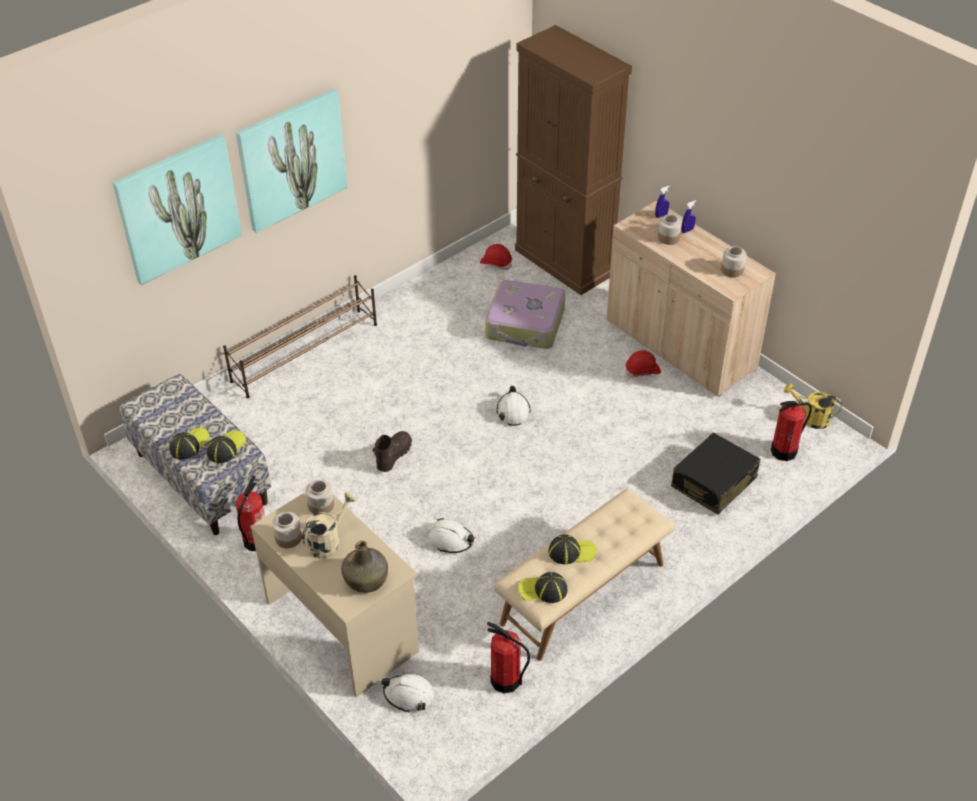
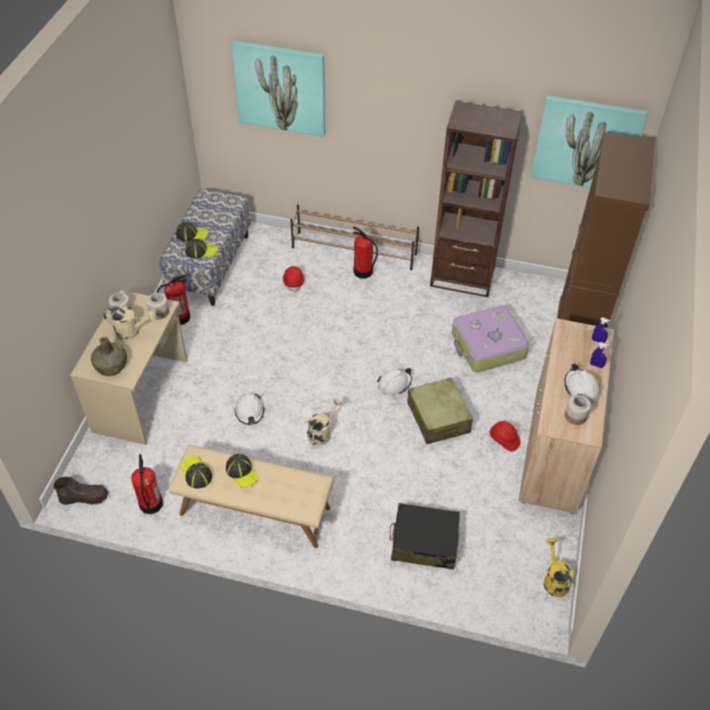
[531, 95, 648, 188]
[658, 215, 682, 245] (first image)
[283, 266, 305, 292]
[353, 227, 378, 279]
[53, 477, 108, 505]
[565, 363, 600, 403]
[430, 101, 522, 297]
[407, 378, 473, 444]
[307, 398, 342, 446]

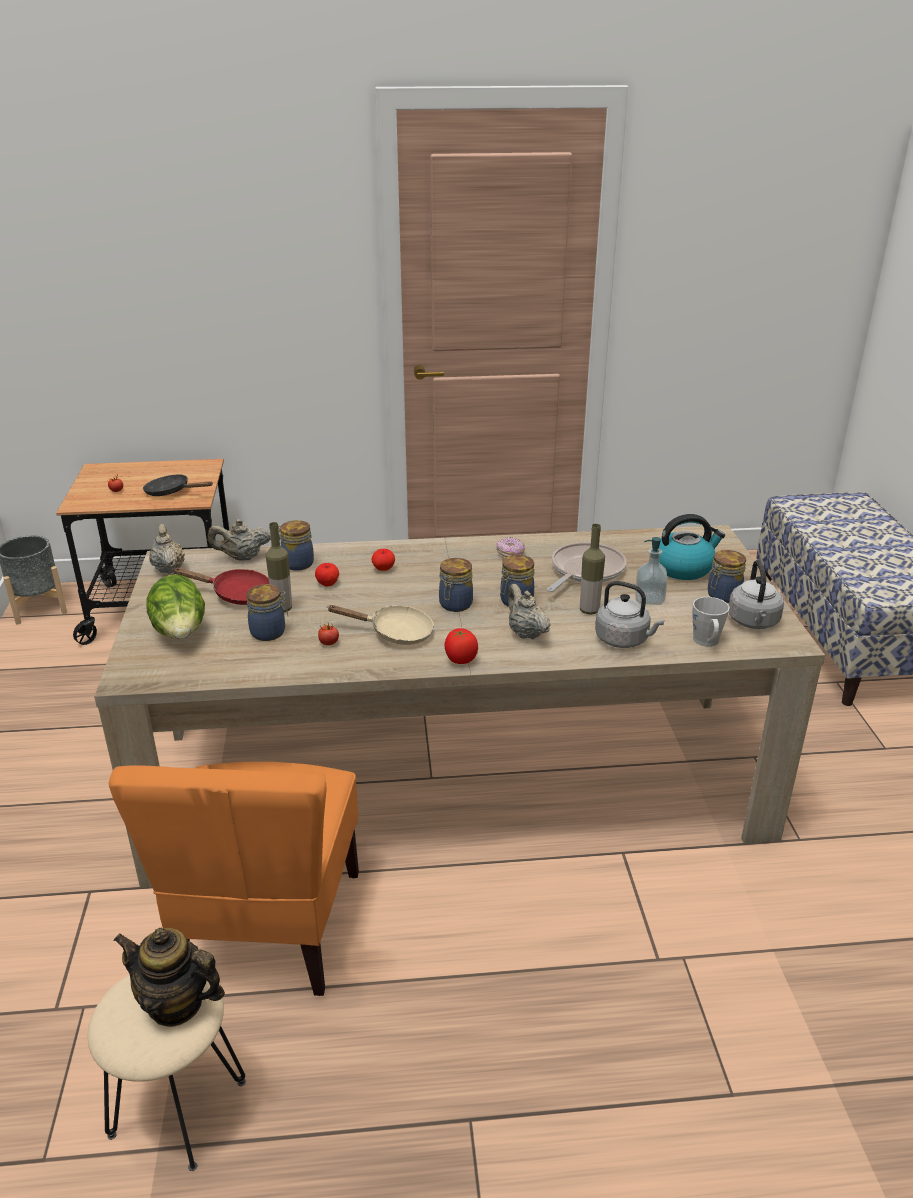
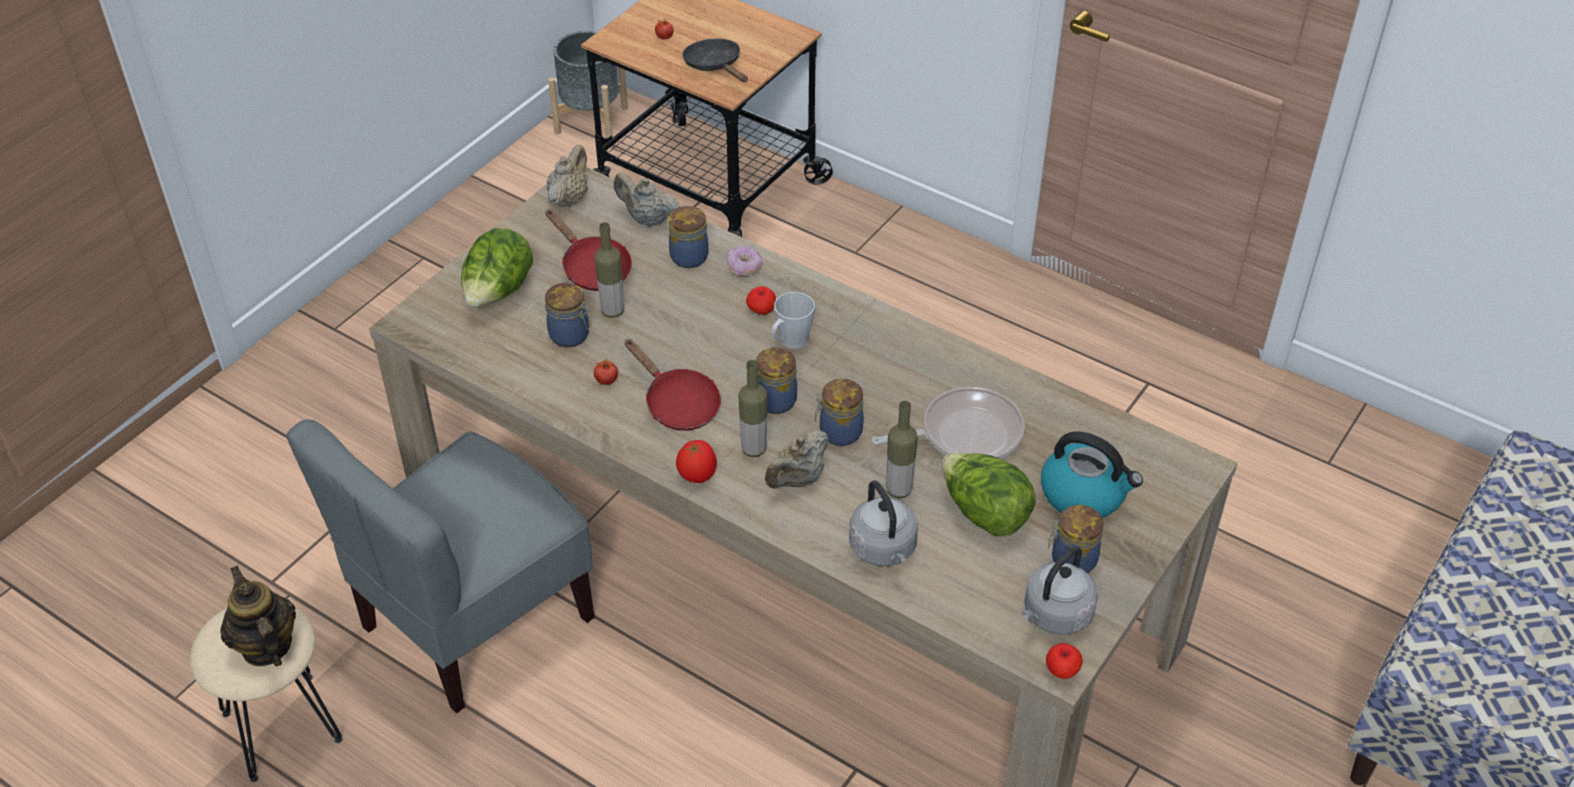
[727, 246, 762, 276]
[941, 453, 1036, 536]
[1046, 643, 1083, 679]
[765, 430, 829, 489]
[772, 292, 815, 349]
[624, 339, 721, 431]
[286, 420, 594, 713]
[738, 360, 767, 457]

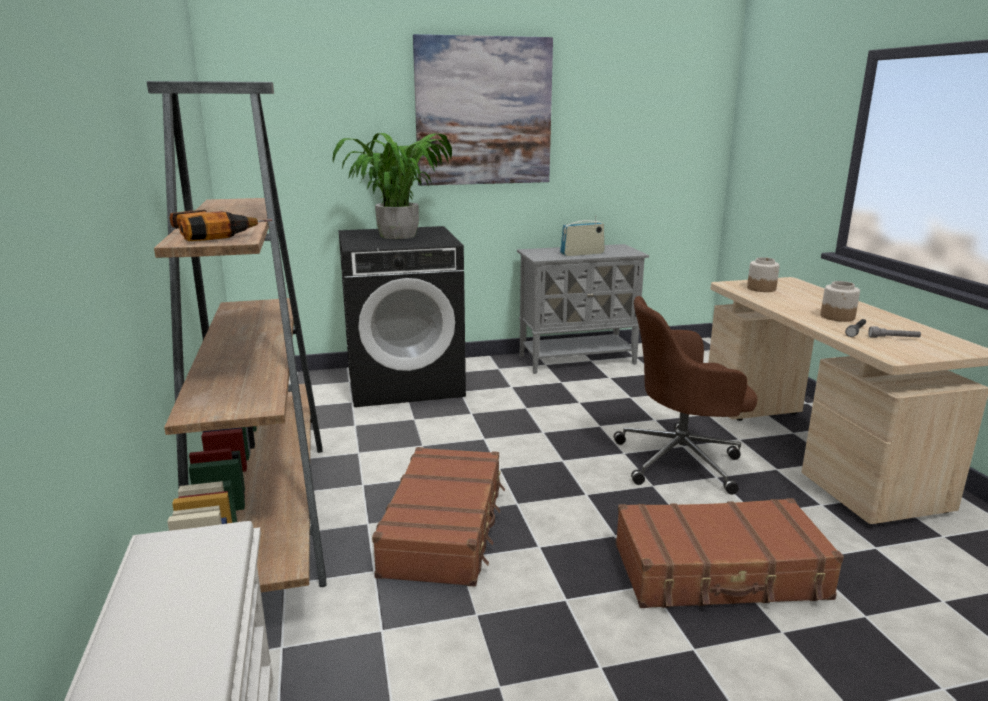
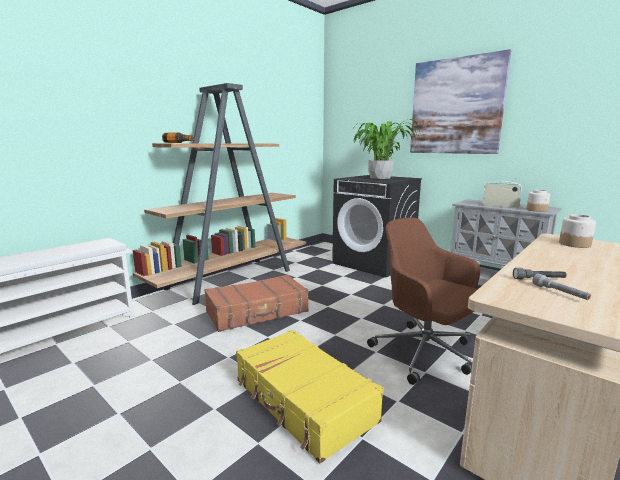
[527, 190, 550, 212]
[236, 330, 384, 463]

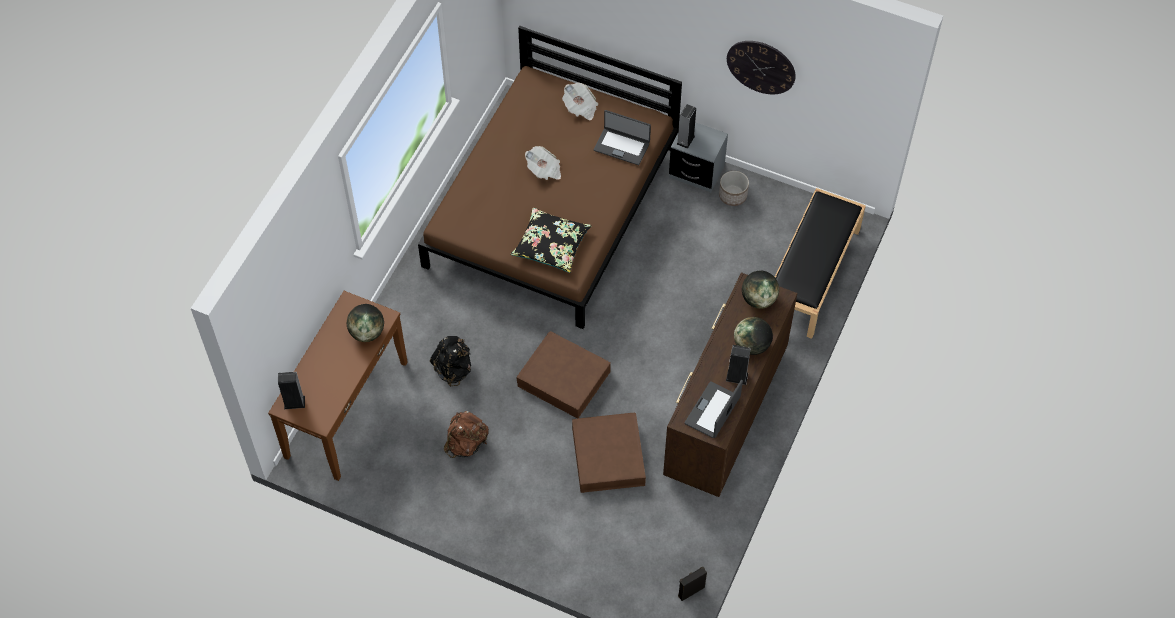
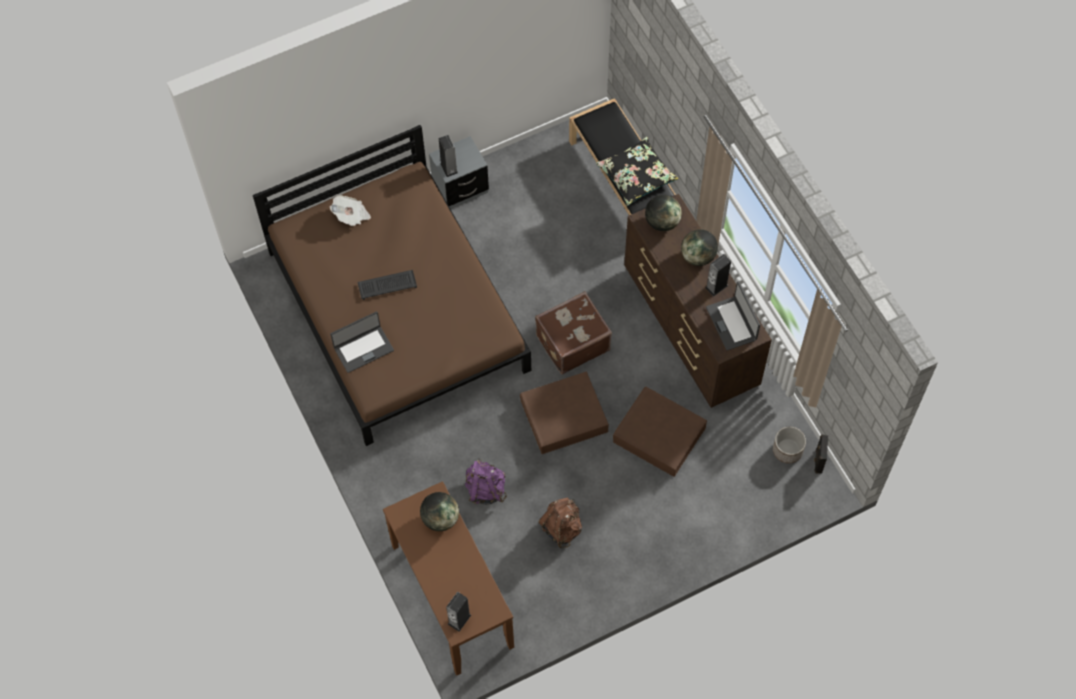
[727, 41, 796, 94] (first image)
[330, 311, 394, 373]
[357, 270, 417, 300]
[773, 427, 806, 464]
[596, 137, 679, 206]
[465, 458, 507, 505]
[535, 291, 612, 375]

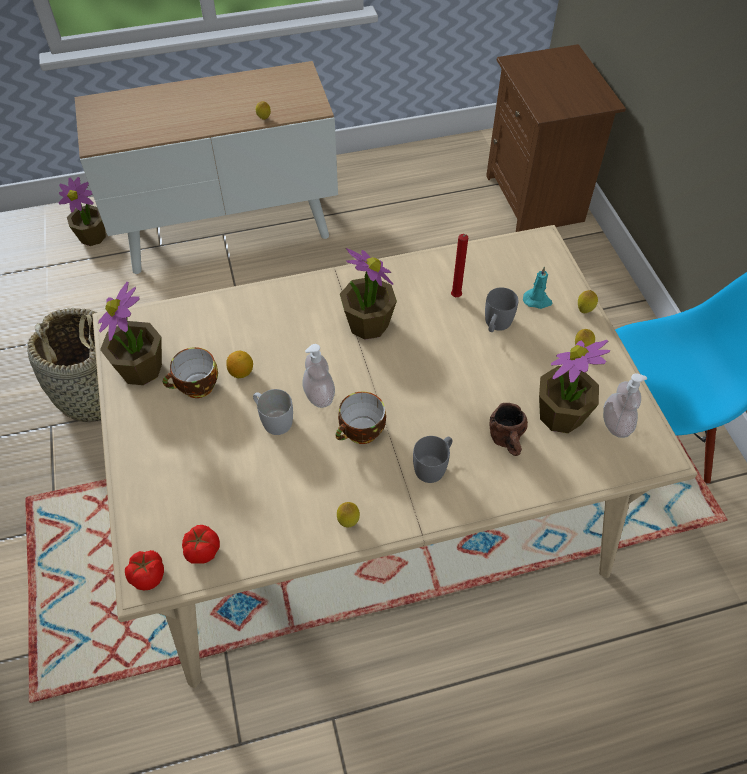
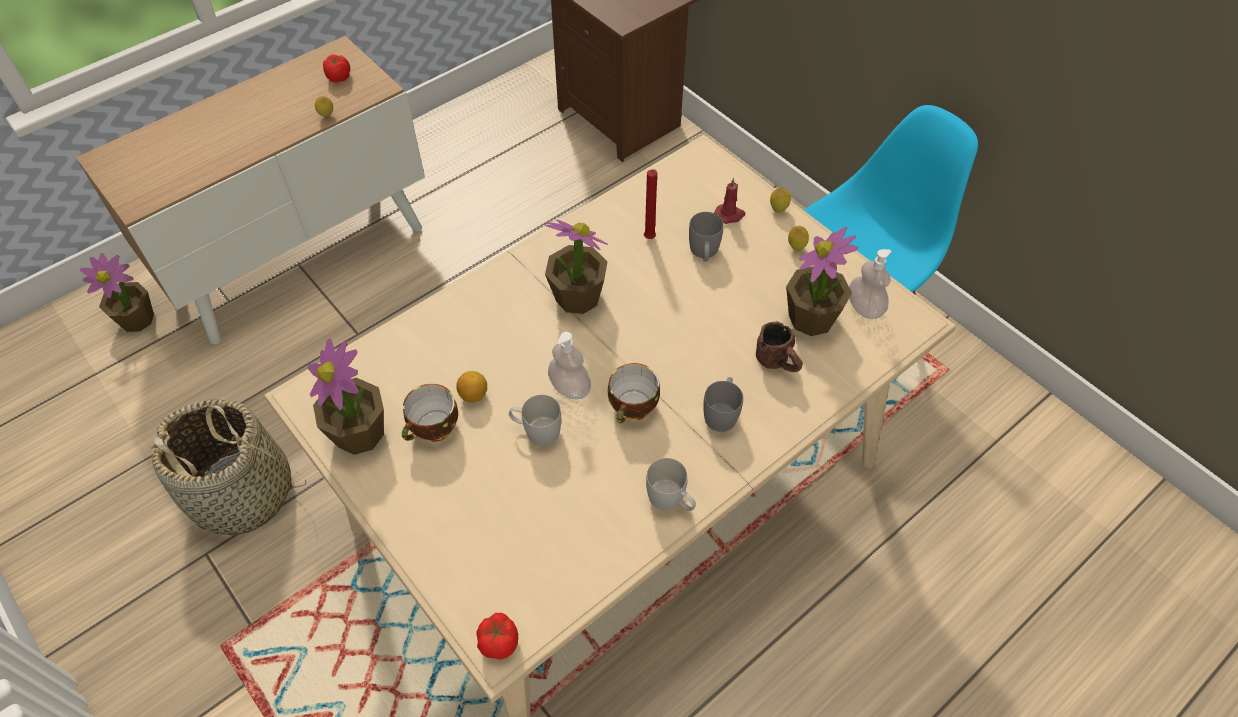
[714, 178, 745, 224]
[646, 458, 696, 511]
[323, 54, 350, 83]

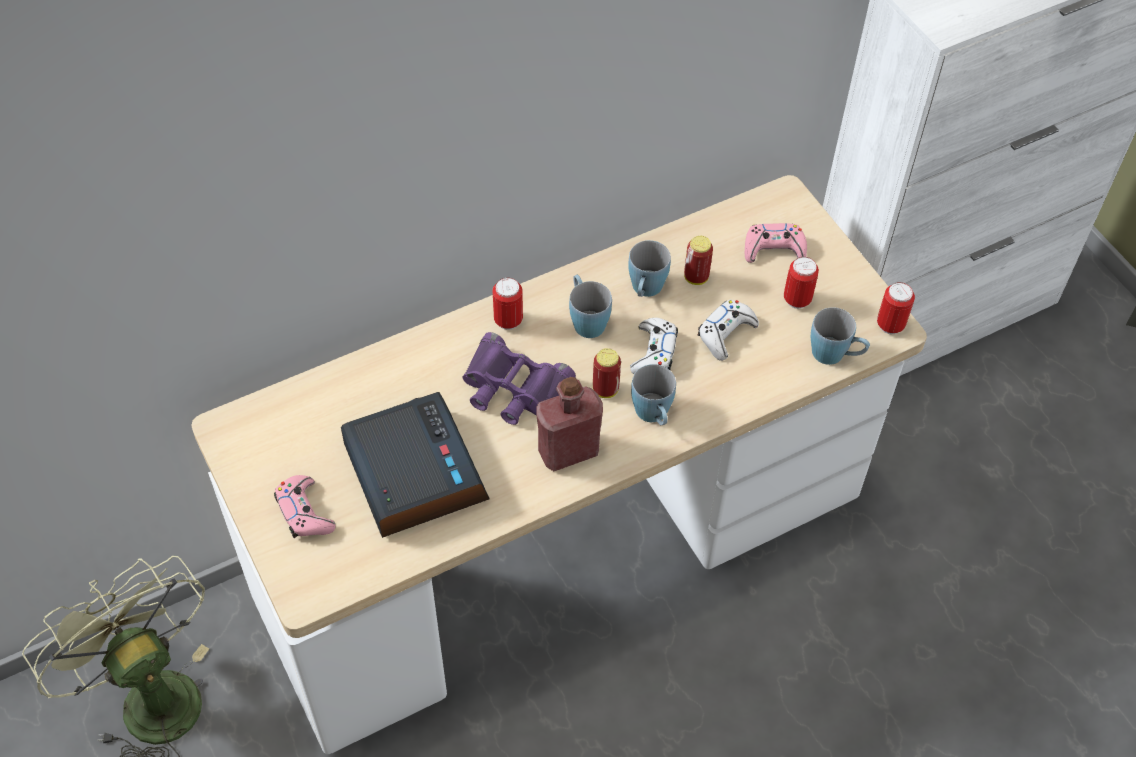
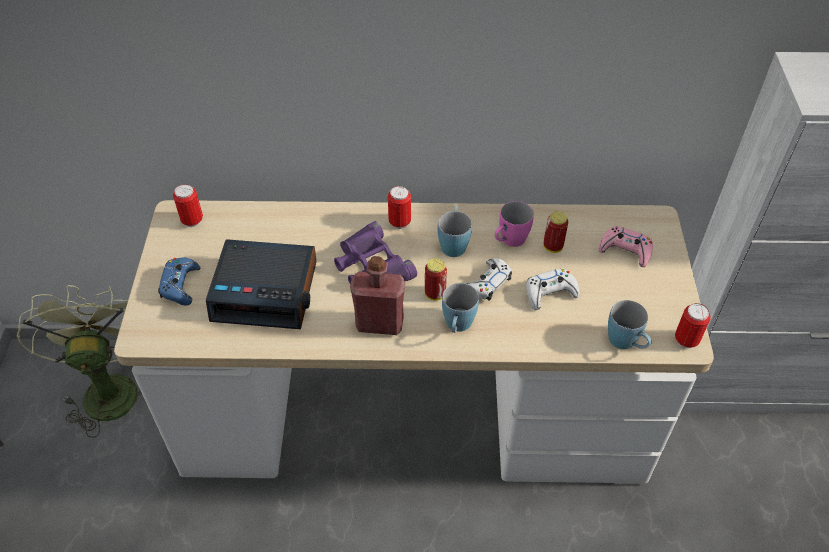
[495, 201, 534, 247]
[173, 184, 203, 227]
[206, 239, 317, 329]
[158, 257, 200, 306]

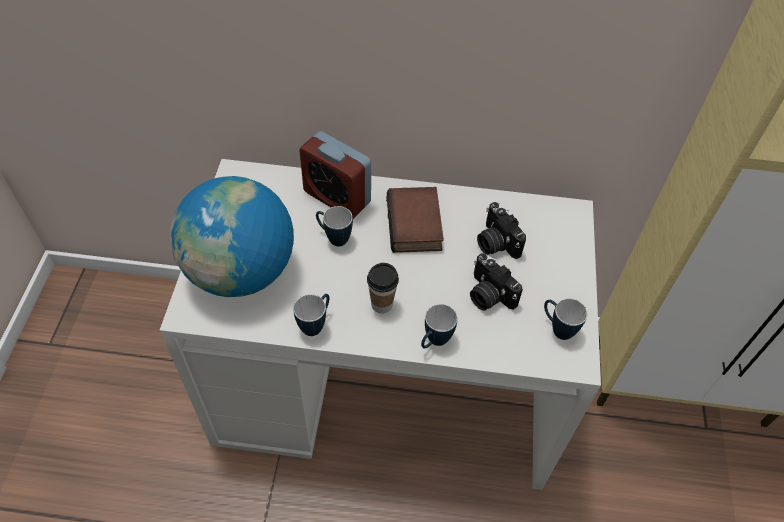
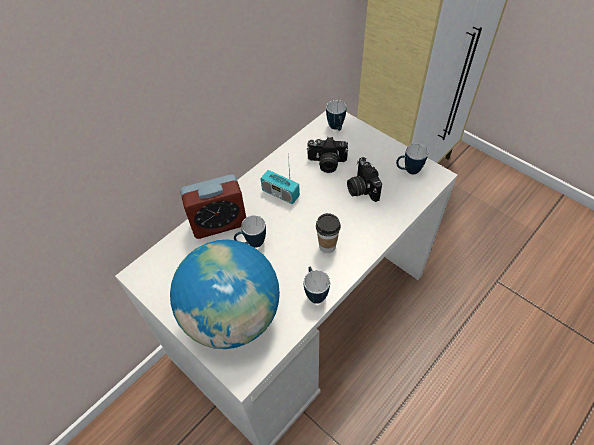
[260, 156, 300, 204]
[347, 157, 382, 202]
[326, 100, 346, 131]

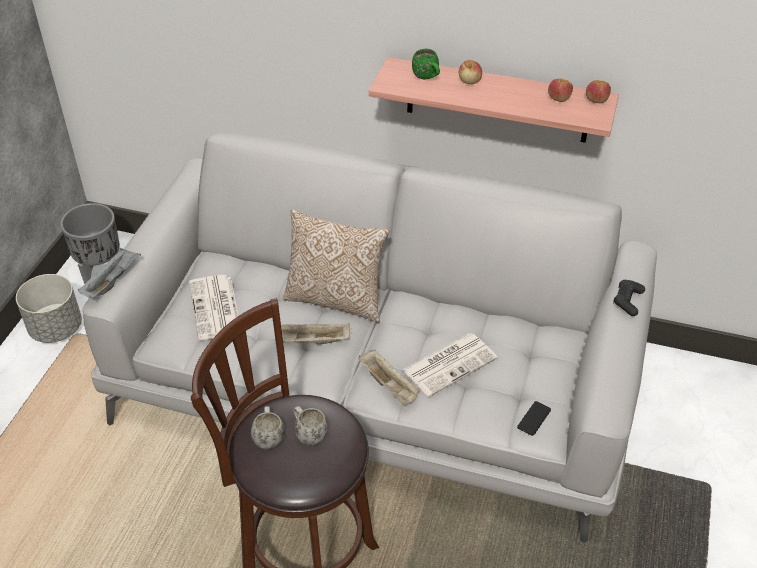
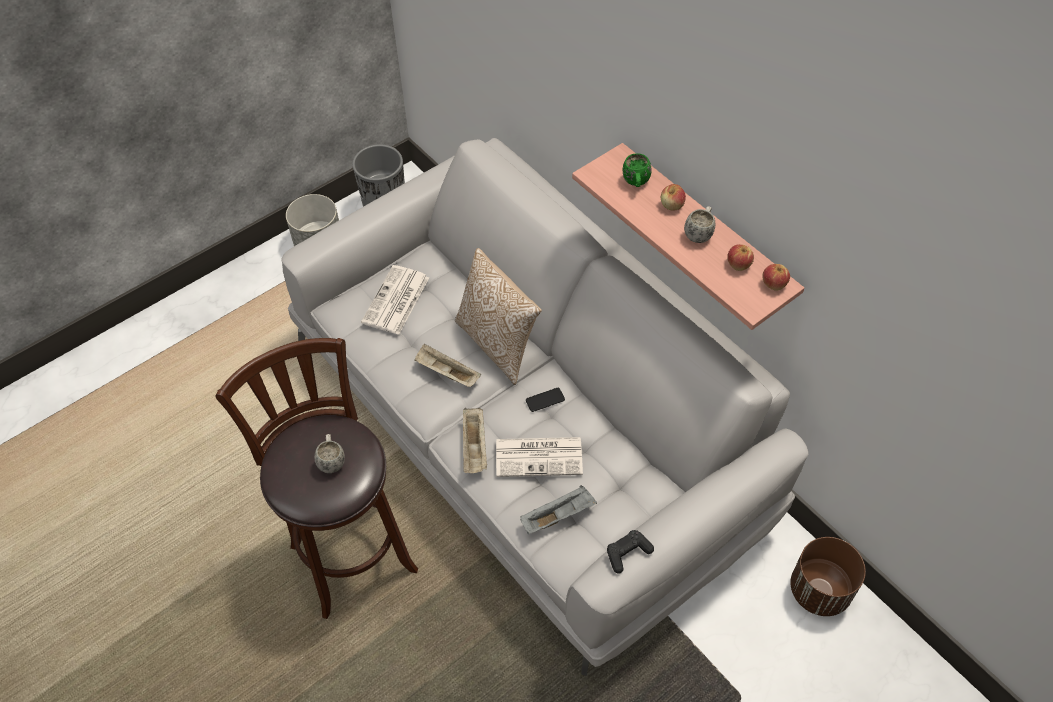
[520, 485, 597, 534]
[607, 530, 654, 574]
[526, 388, 565, 412]
[684, 206, 715, 243]
[790, 537, 866, 616]

